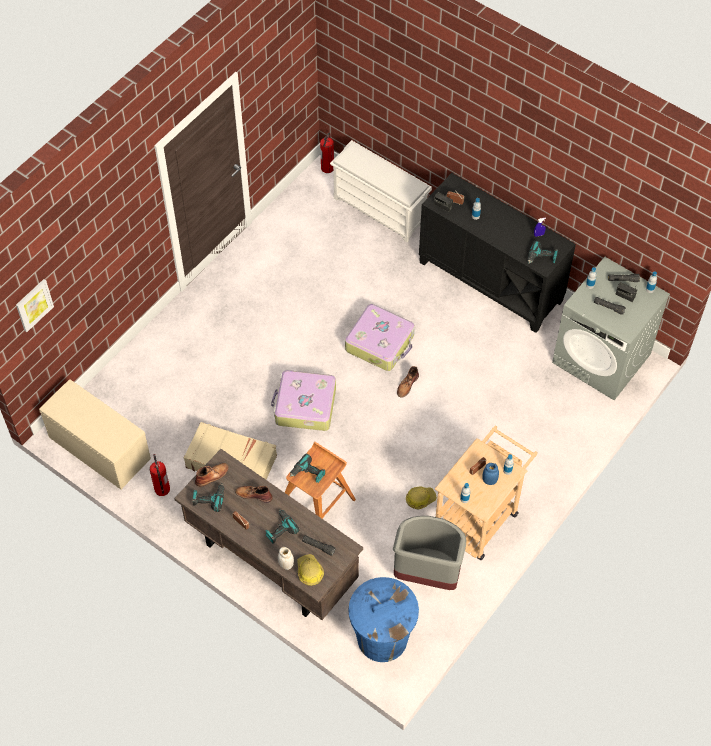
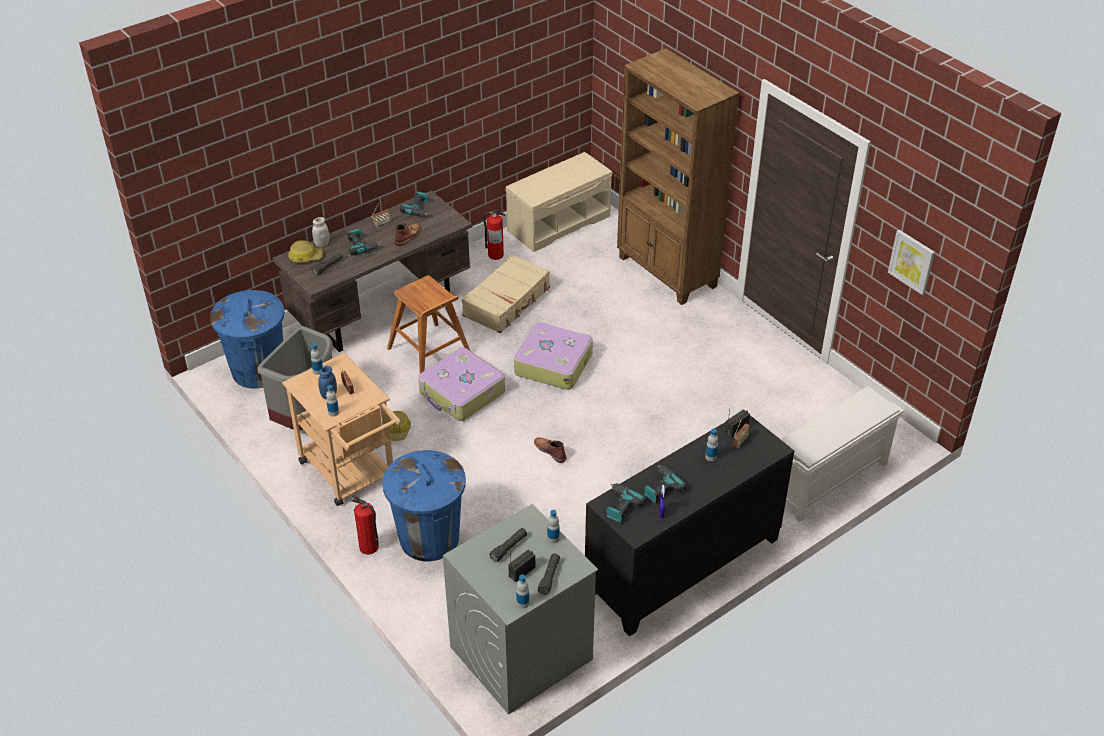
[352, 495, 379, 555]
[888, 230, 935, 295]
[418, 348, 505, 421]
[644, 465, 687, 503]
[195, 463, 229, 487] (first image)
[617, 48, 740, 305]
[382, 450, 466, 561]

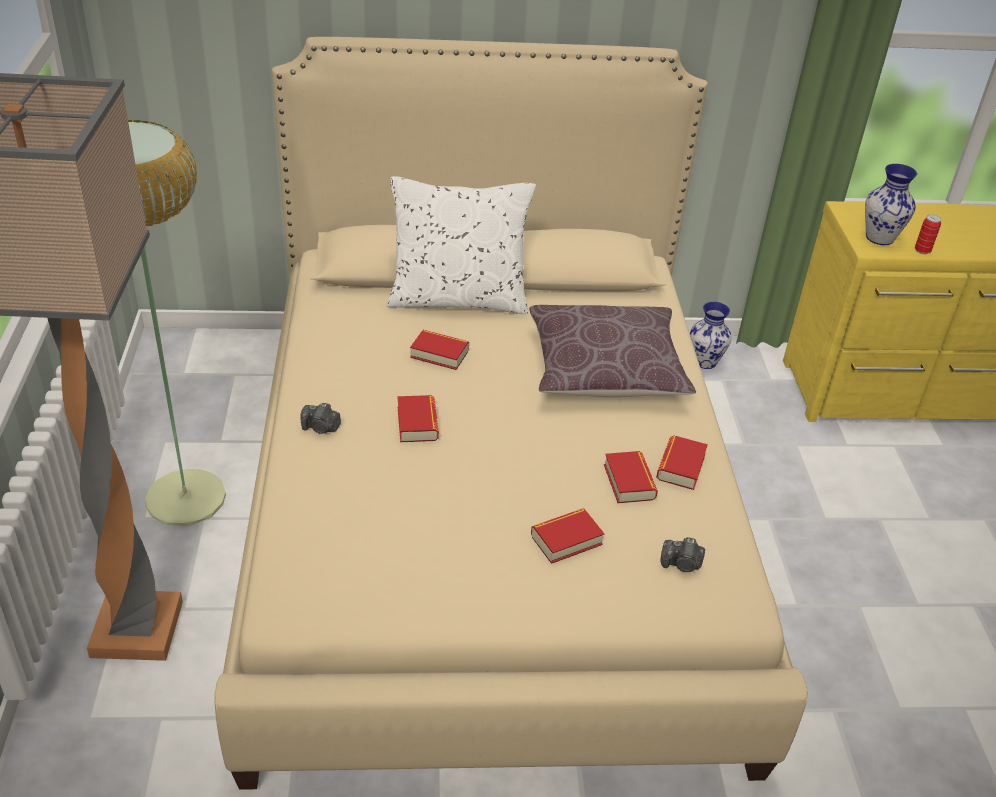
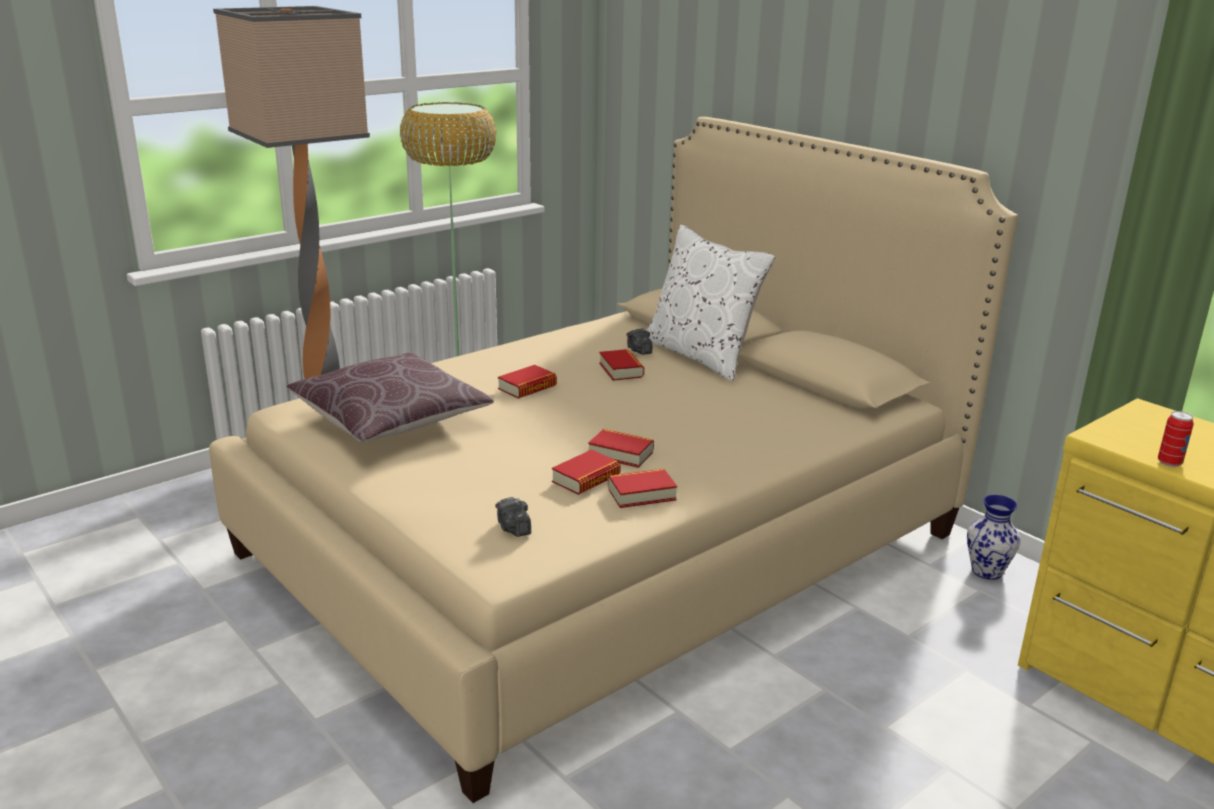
[865, 164, 917, 245] (first image)
[286, 353, 494, 442]
[626, 328, 652, 355]
[588, 429, 654, 468]

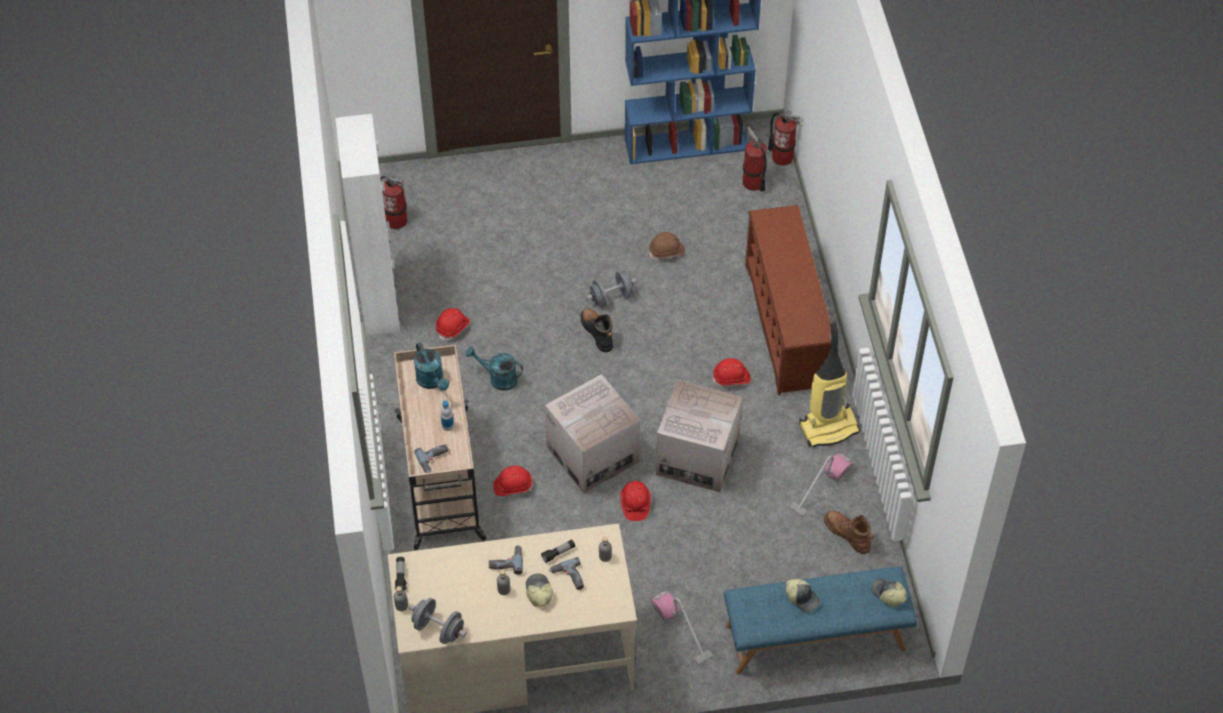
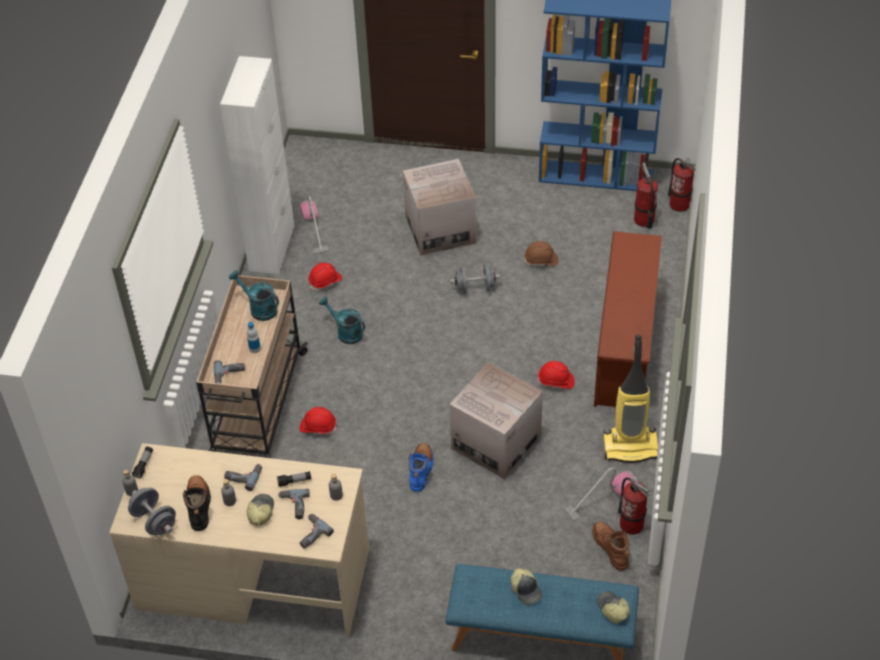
[618, 477, 649, 535]
[183, 475, 211, 531]
[229, 270, 279, 321]
[403, 159, 476, 256]
[408, 443, 434, 492]
[300, 196, 329, 254]
[300, 514, 334, 549]

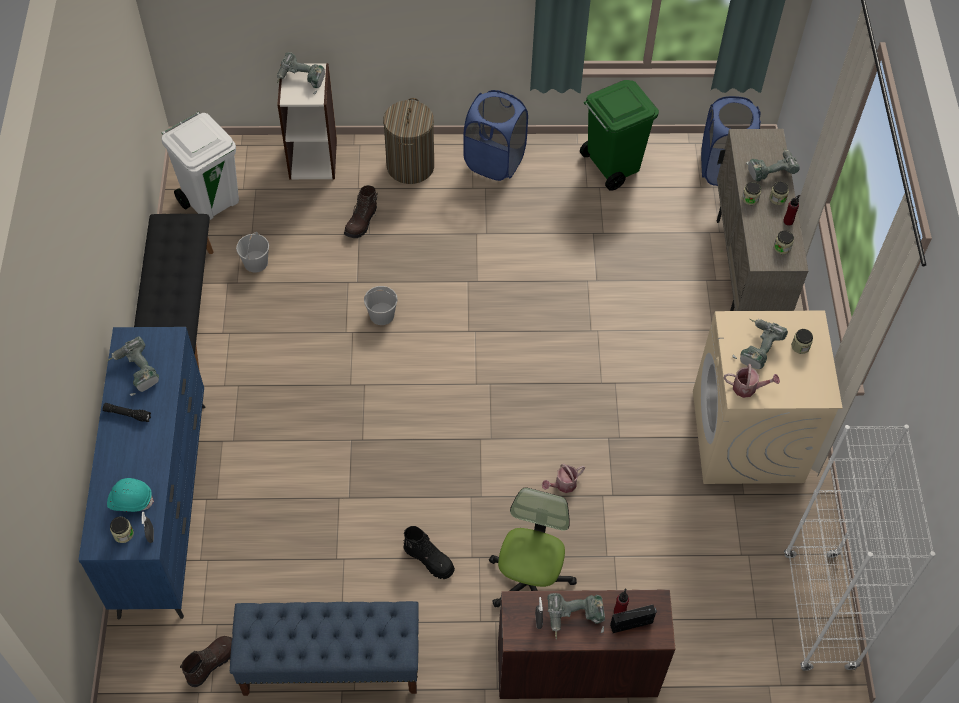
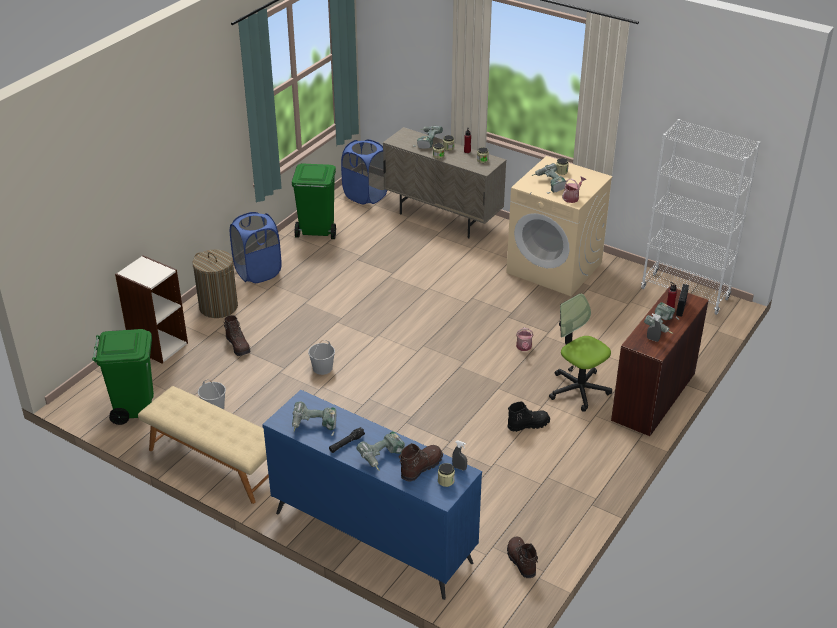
[357, 431, 405, 471]
[92, 329, 154, 425]
[138, 386, 269, 504]
[399, 443, 443, 482]
[230, 601, 419, 696] (first image)

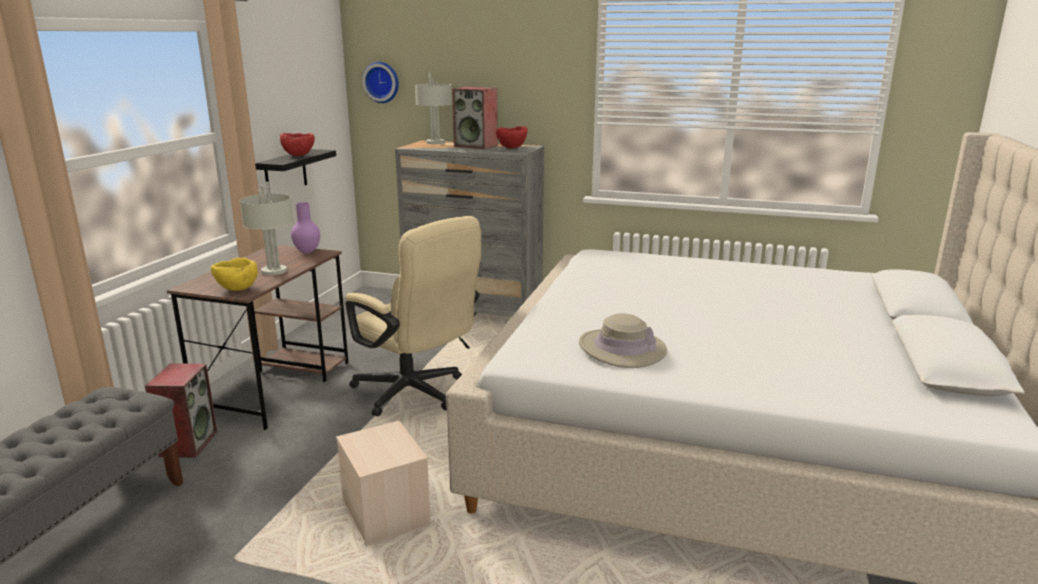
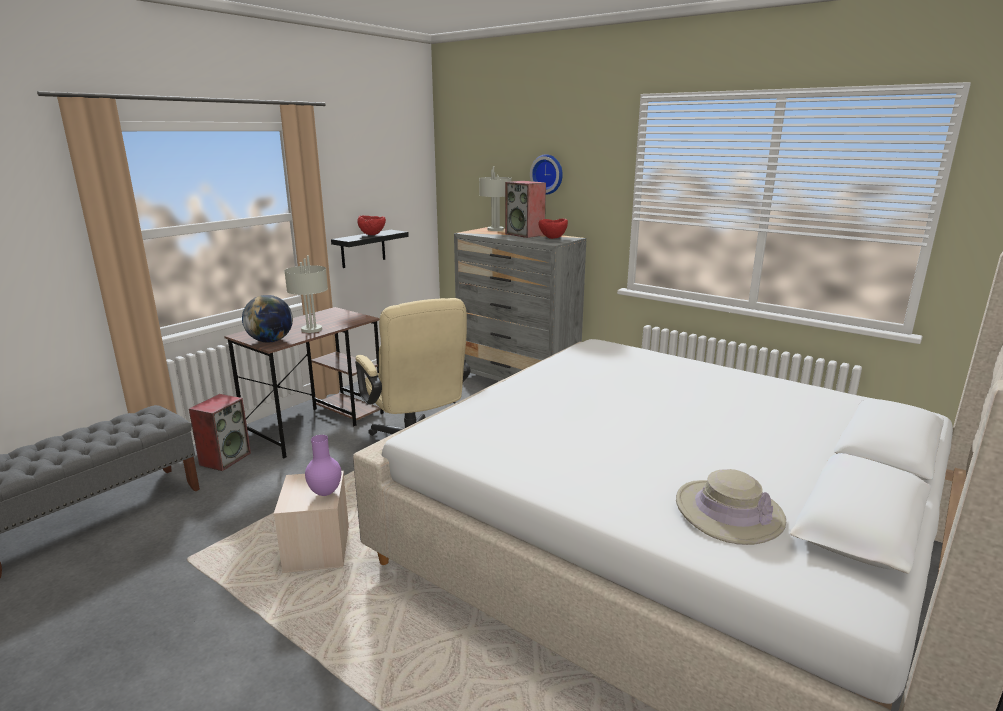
[530, 154, 563, 195]
[305, 435, 341, 496]
[242, 295, 293, 343]
[676, 469, 787, 545]

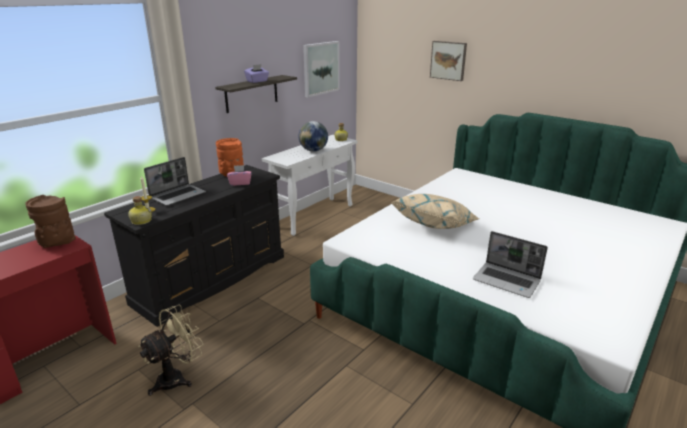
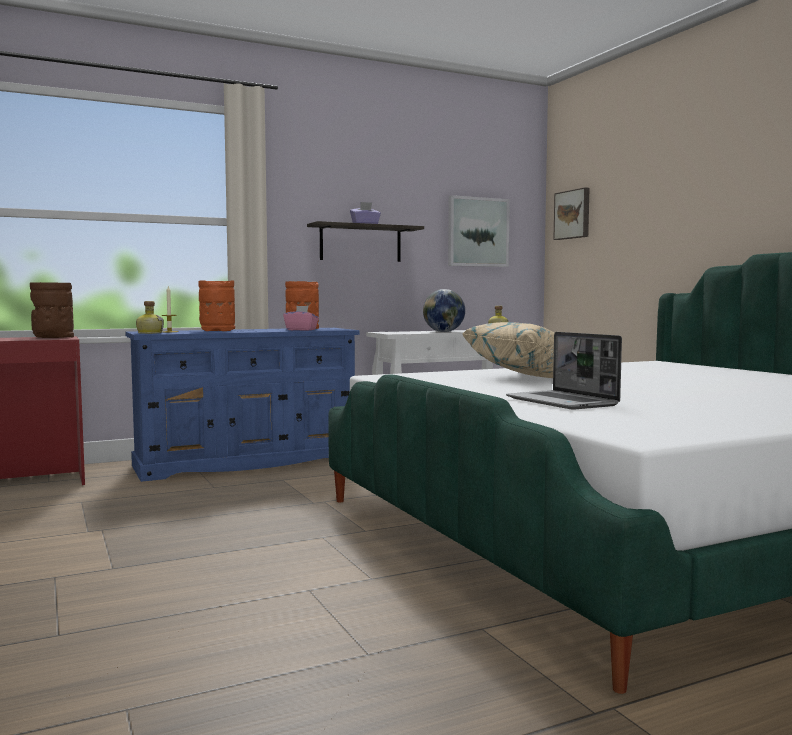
[553, 187, 589, 240]
[198, 280, 235, 331]
[125, 328, 359, 482]
[138, 305, 204, 396] (first image)

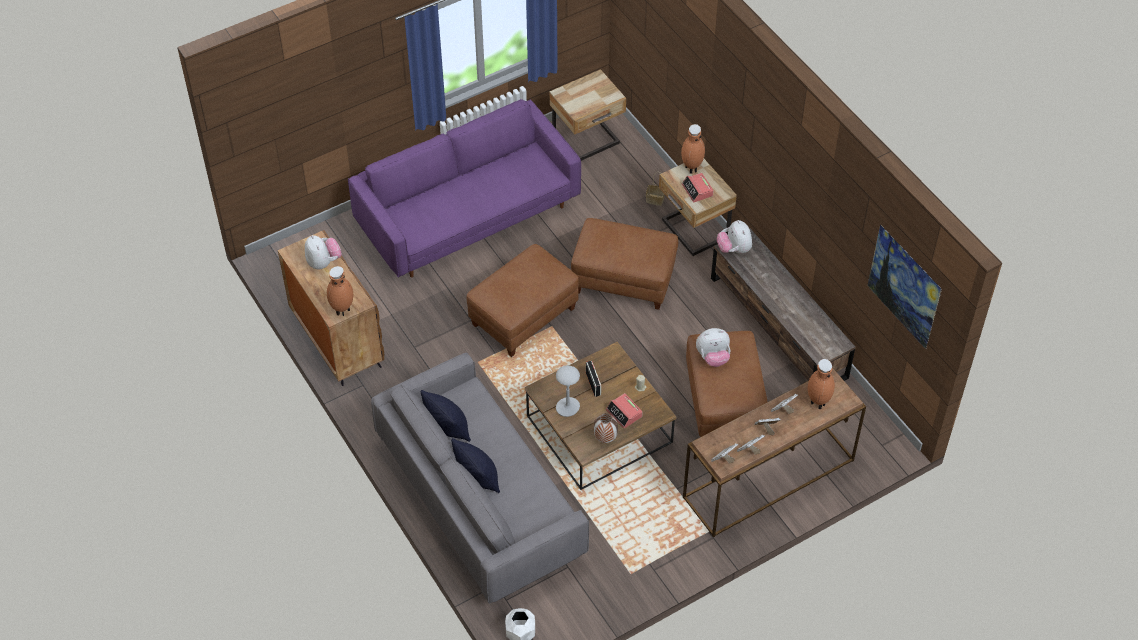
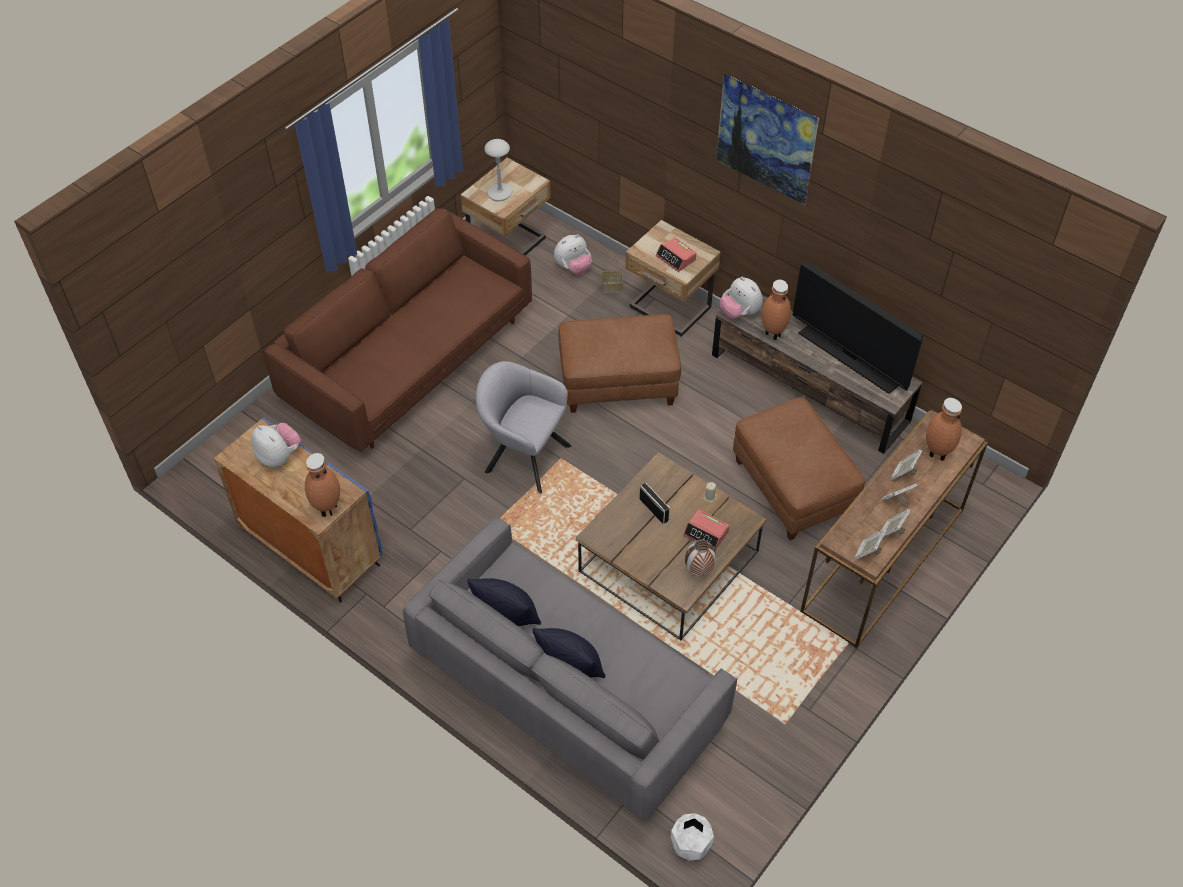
[263, 208, 532, 452]
[762, 280, 791, 340]
[716, 73, 819, 205]
[214, 417, 382, 603]
[476, 361, 571, 494]
[554, 234, 592, 274]
[484, 139, 512, 202]
[793, 263, 923, 394]

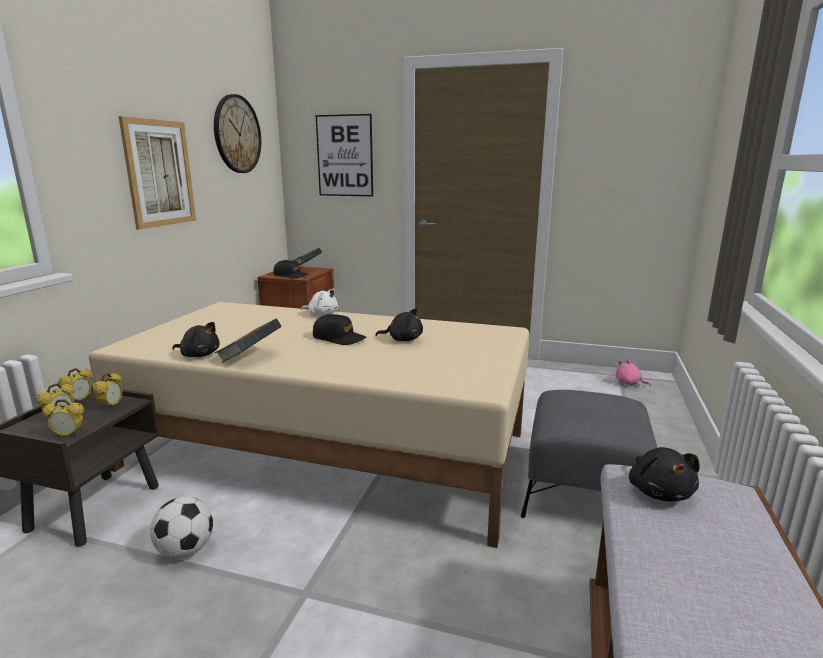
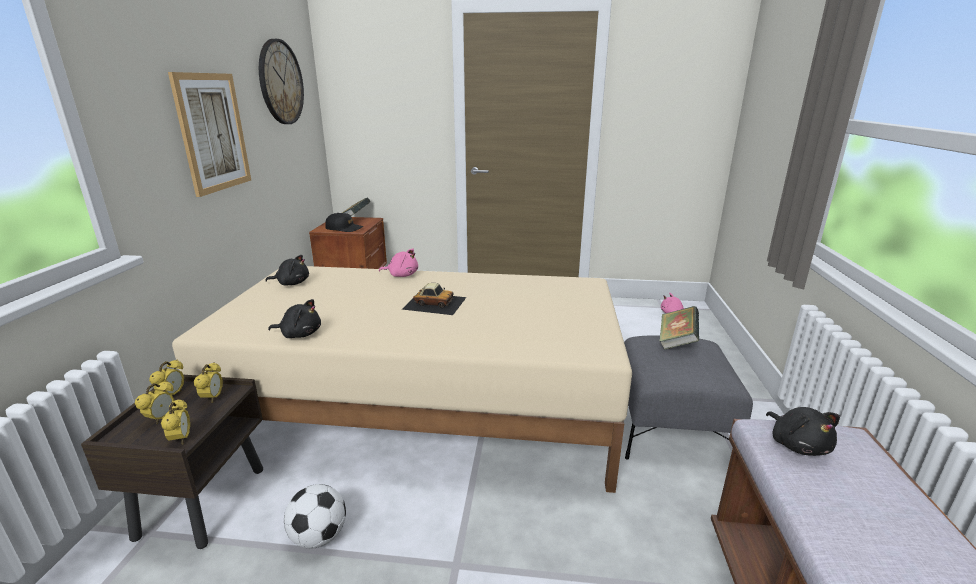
[316, 114, 373, 196] (first image)
[379, 248, 418, 277]
[265, 255, 309, 285]
[402, 283, 467, 315]
[659, 306, 699, 350]
[161, 399, 190, 444]

